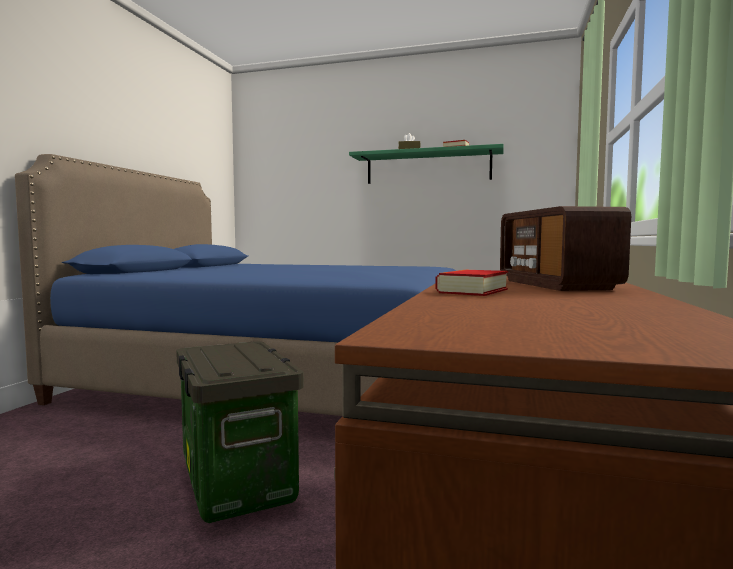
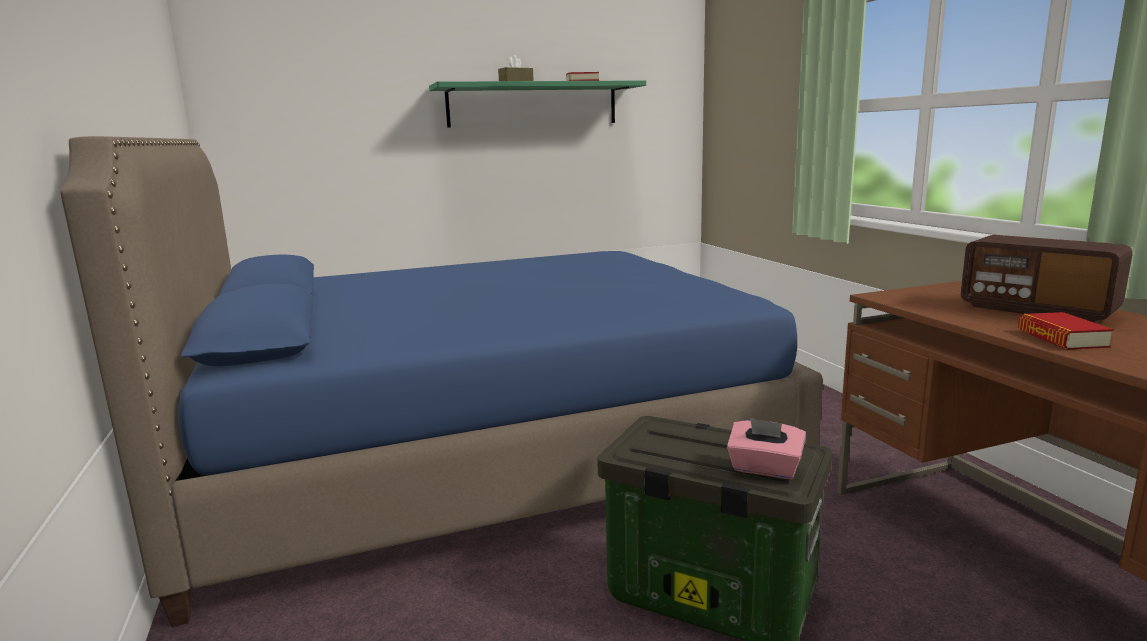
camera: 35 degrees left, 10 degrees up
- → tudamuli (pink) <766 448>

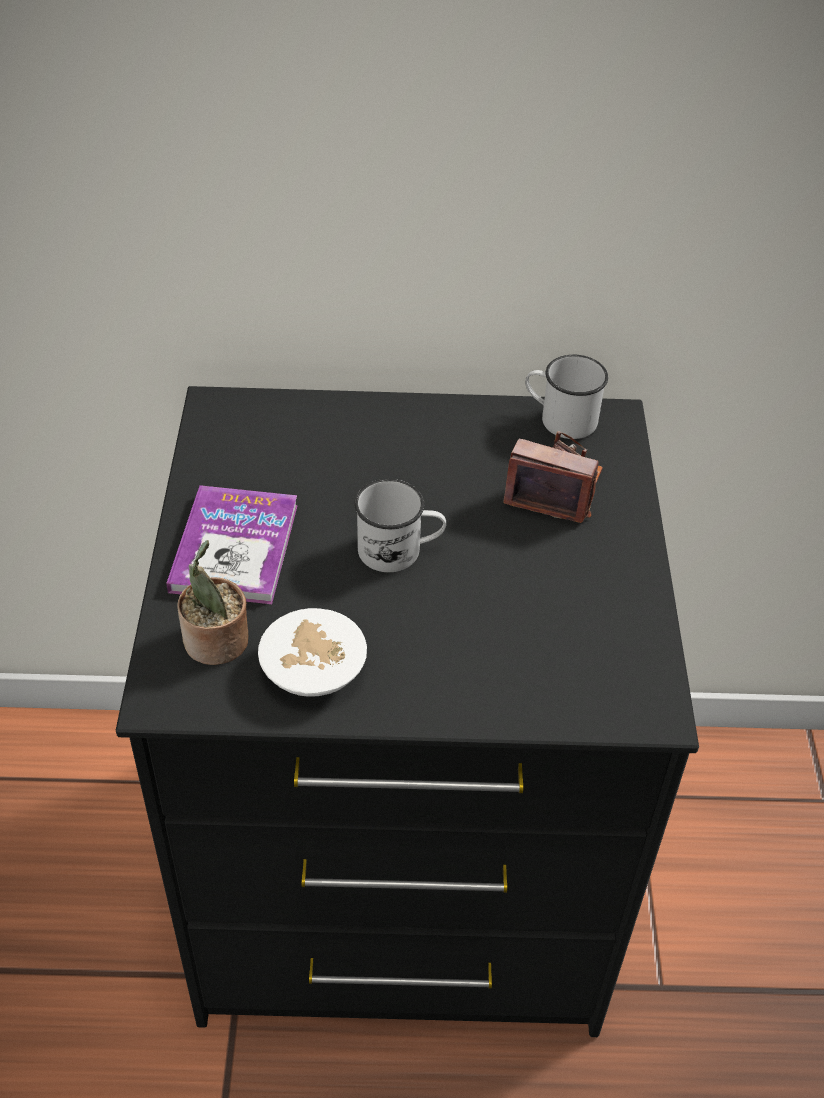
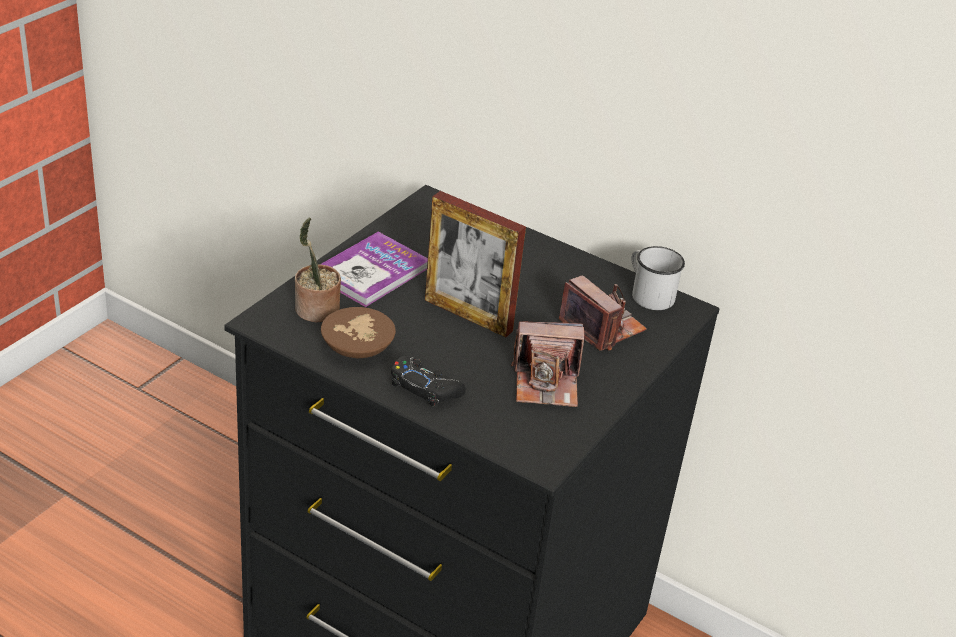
camera: 30 degrees right, 10 degrees down
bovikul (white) <400 525> → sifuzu <475 264>
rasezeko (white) <312 652> → rasezeko (brown) <358 333>
- → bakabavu <547 364>
- → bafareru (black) <428 381>

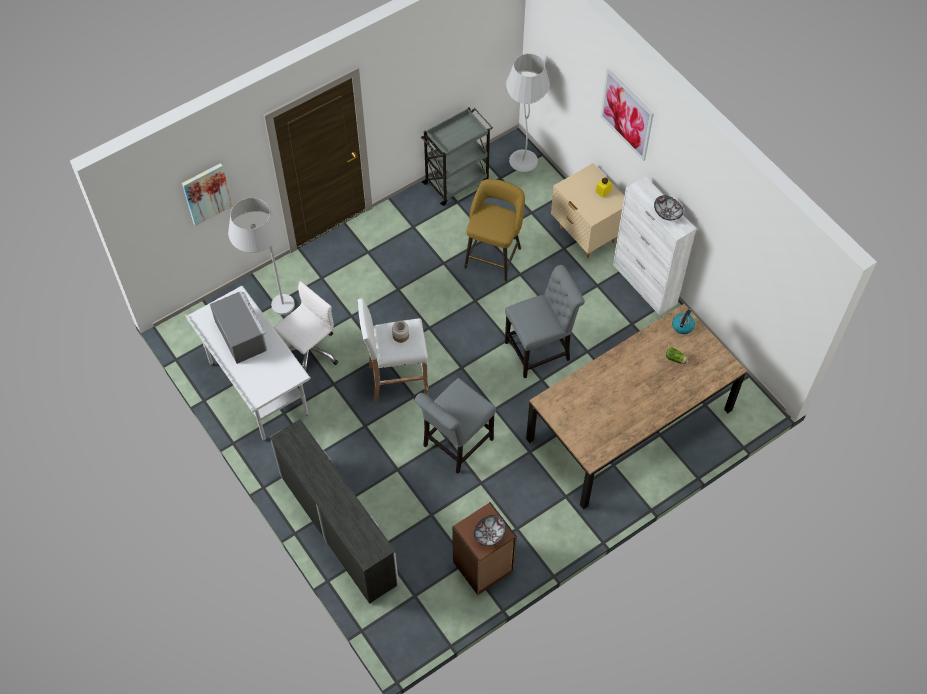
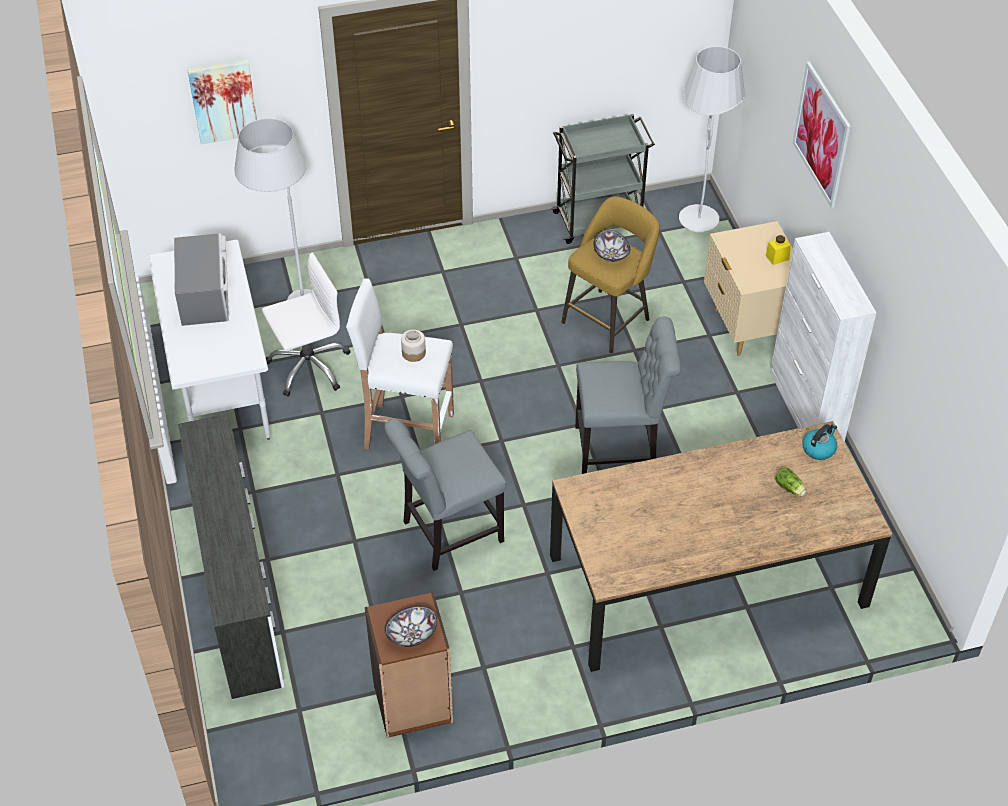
camera: 20 degrees right, 10 degrees down
rasezeko <669 208> → rasezeko <612 246>, move

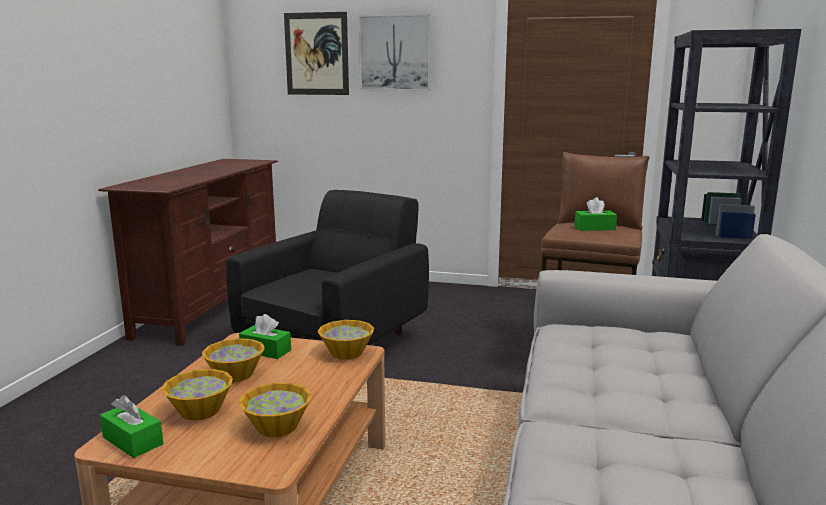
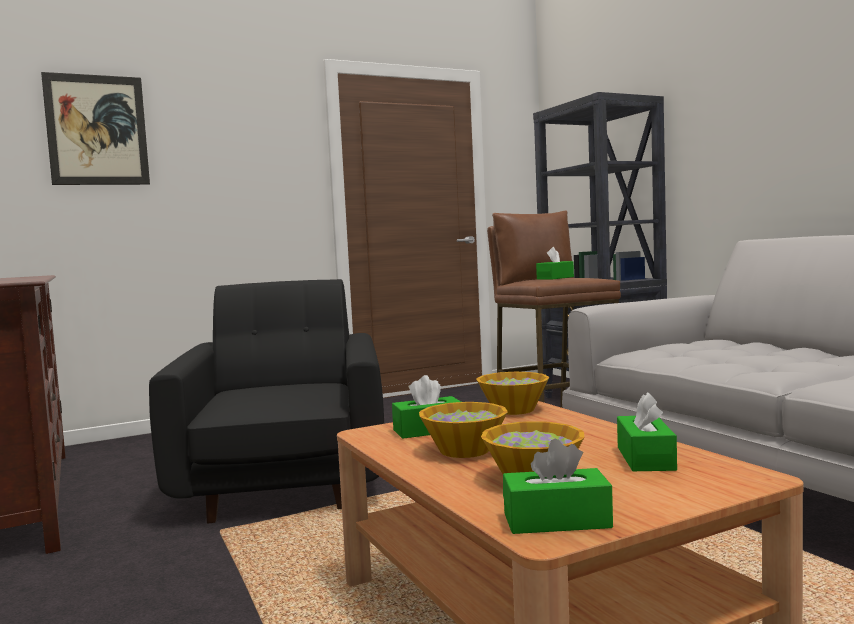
camera: 40 degrees left, 10 degrees down
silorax <395 52> → -
rasezeko <275 410> → tudamuli (green) <647 431>

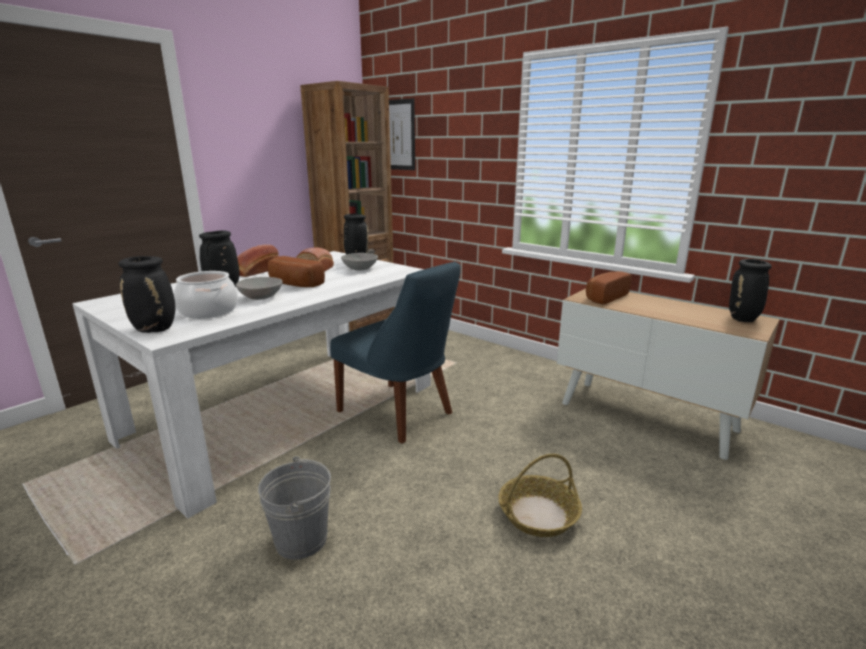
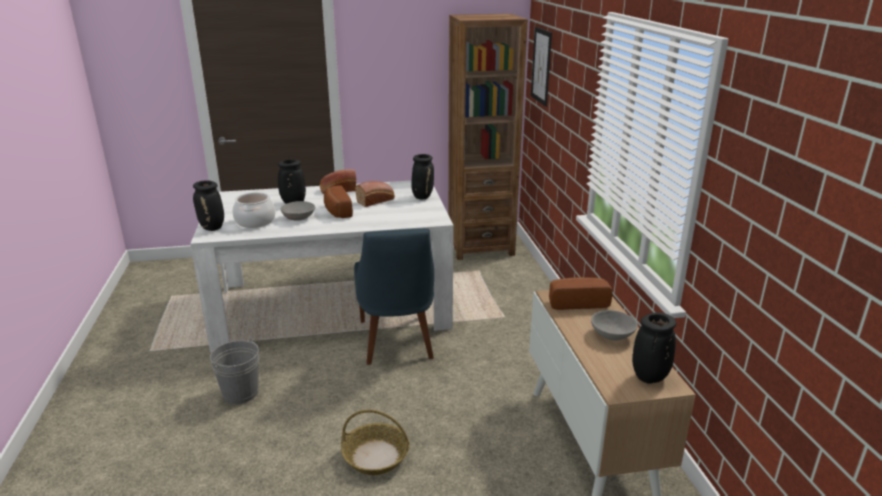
camera: 40 degrees right, 5 degrees up
rasezeko (grey) <359 262> → rasezeko (grey) <614 325>, move

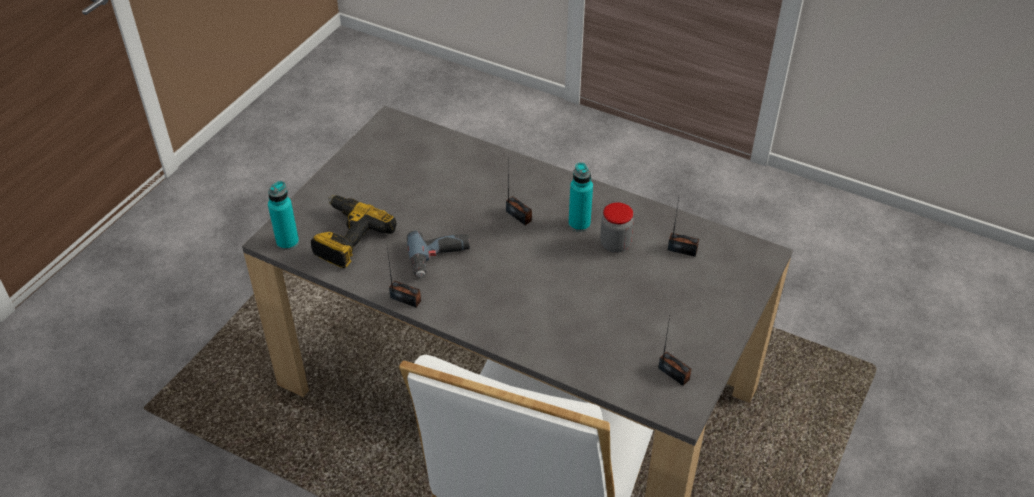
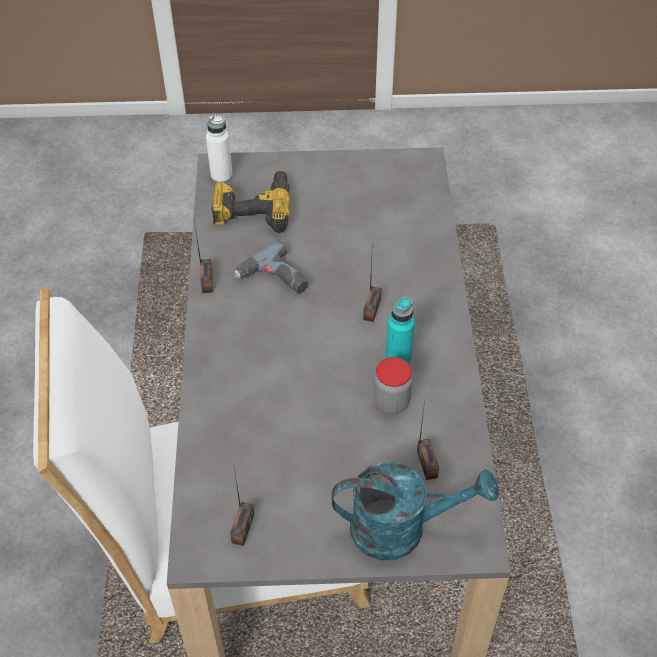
camera: 60 degrees right, 5 degrees up
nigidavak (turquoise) <283 215> → nigidavak (white) <219 149>
- → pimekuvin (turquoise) <415 511>

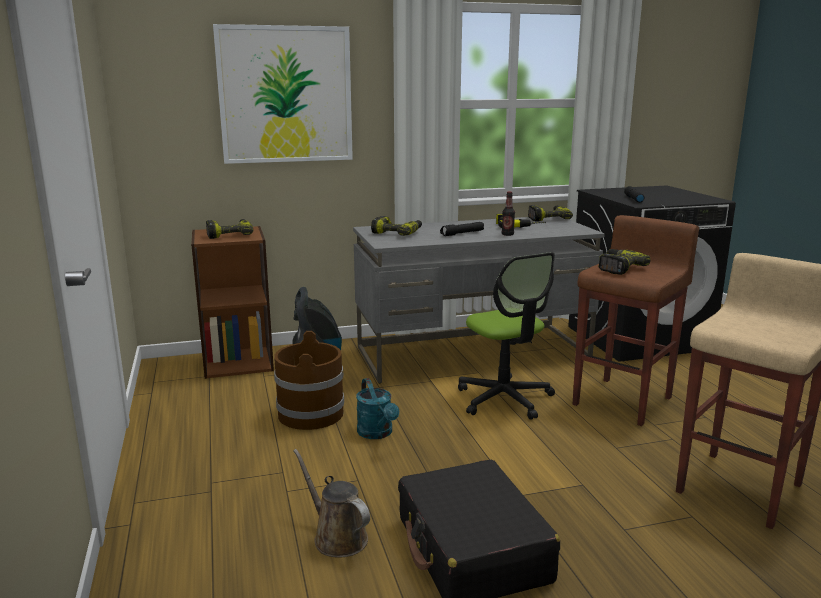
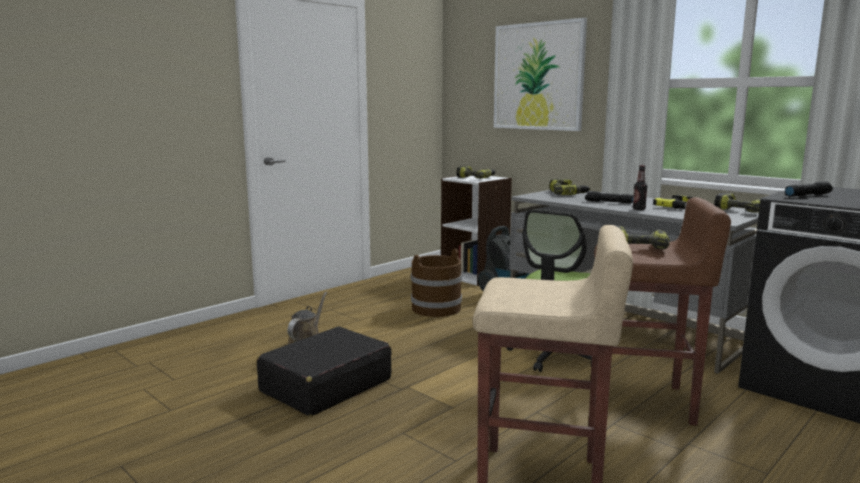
camera: 60 degrees right, 5 degrees down
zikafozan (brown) <232 302> → zikafozan (white) <476 231>
pimekuvin (turquoise) <377 408> → -

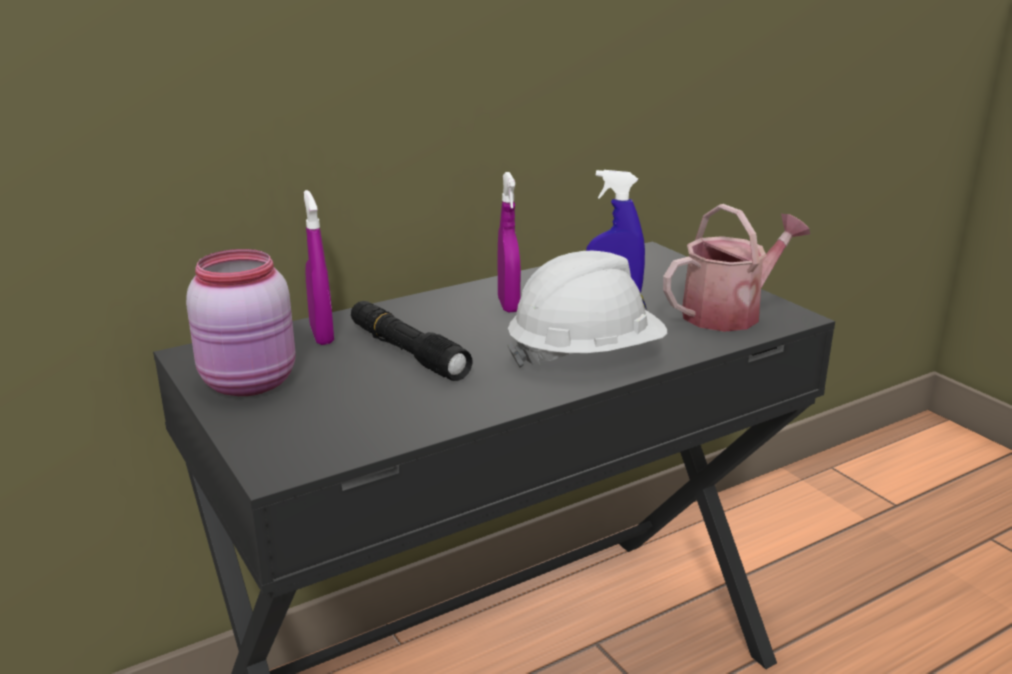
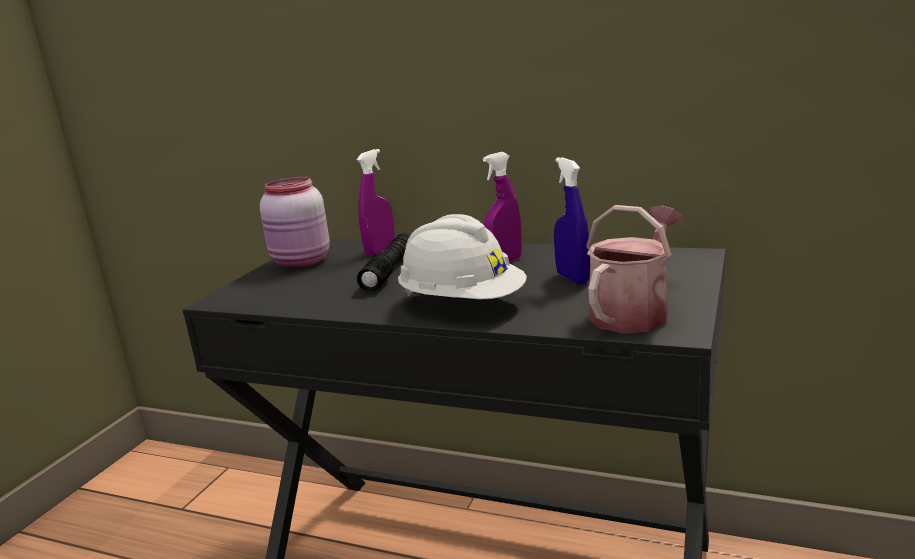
camera: 55 degrees right, 5 degrees down
pimekuvin <736 268> → pimekuvin <634 269>, 75 degrees counterclockwise

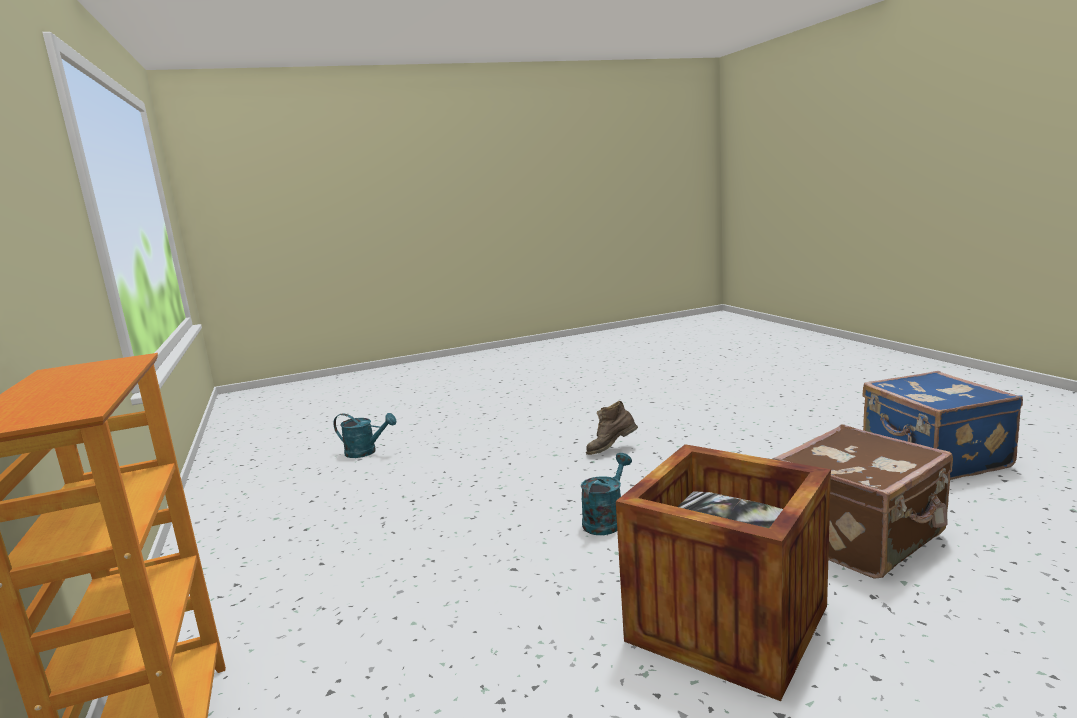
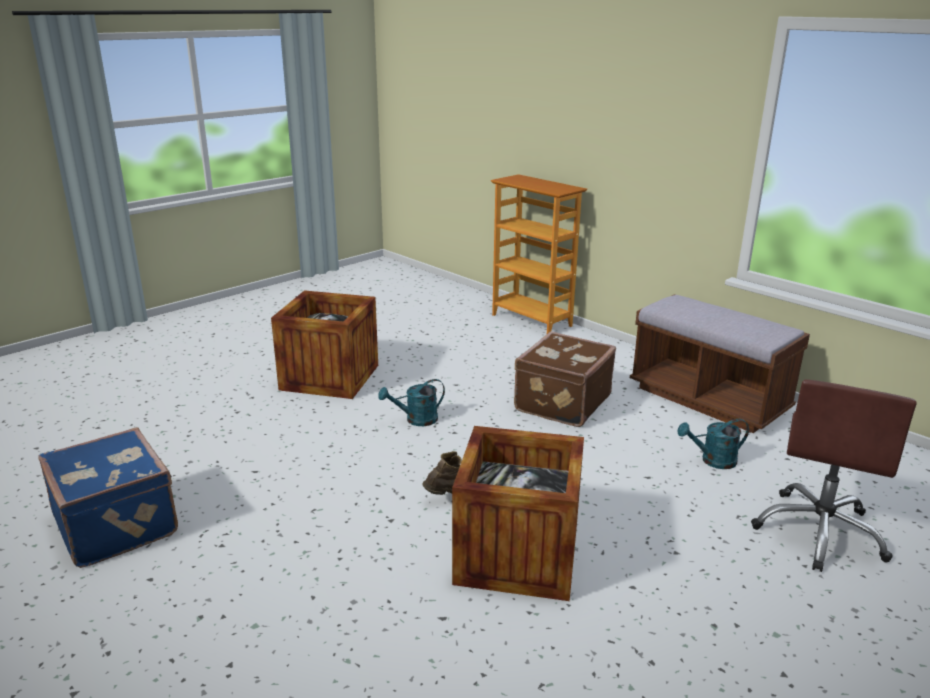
camera: 155 degrees right, 10 degrees up
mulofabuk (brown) <863 501> → mulofabuk (brown) <565 379>, move
pimekuvin (turquoise) <606 494> → pimekuvin (turquoise) <411 402>, 60 degrees clockwise
- → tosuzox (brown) <720 363>
- → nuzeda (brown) <834 475>
- → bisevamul <518 513>

